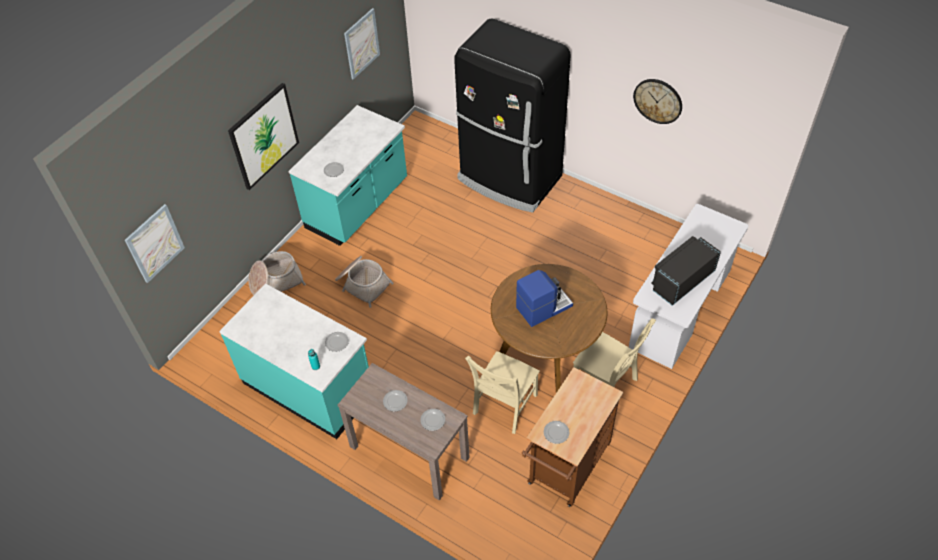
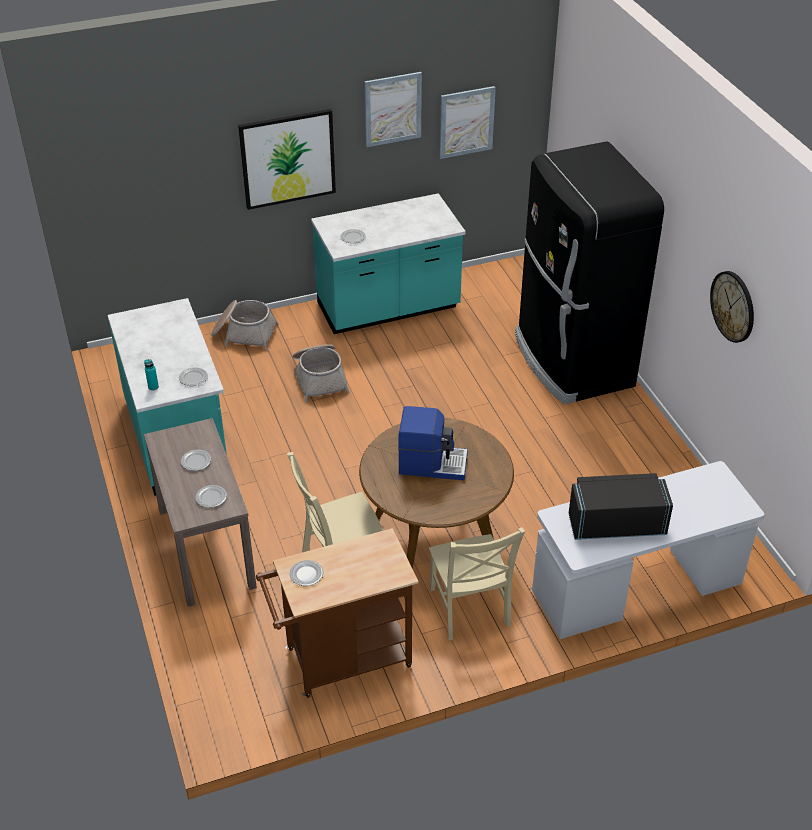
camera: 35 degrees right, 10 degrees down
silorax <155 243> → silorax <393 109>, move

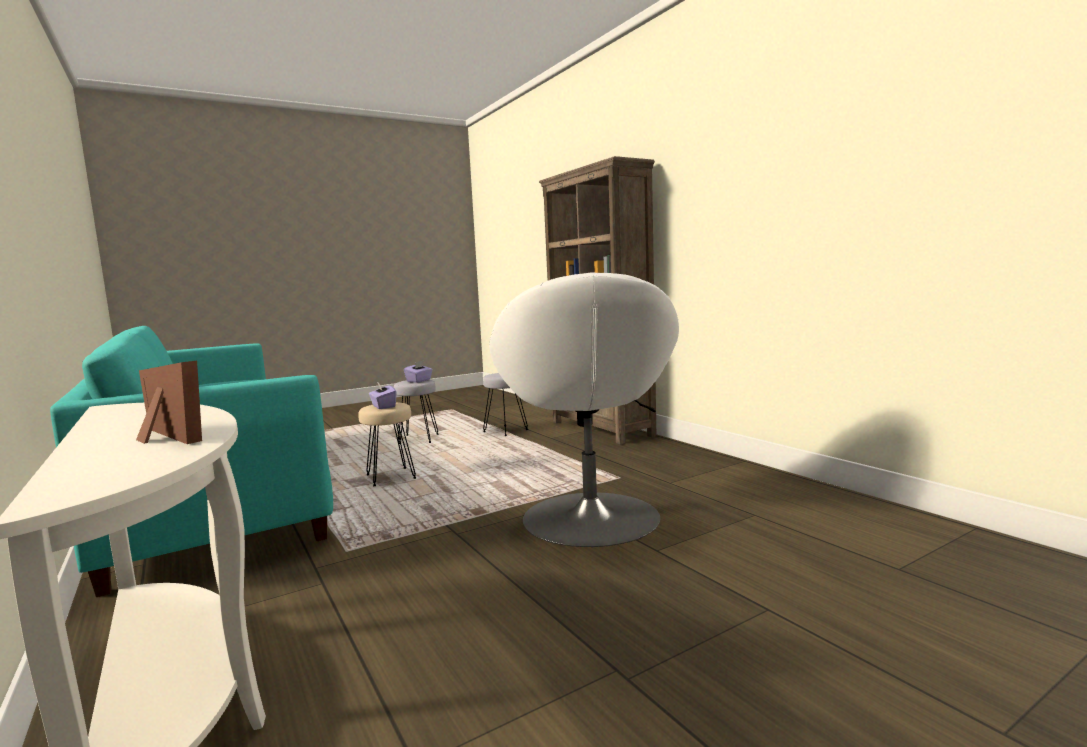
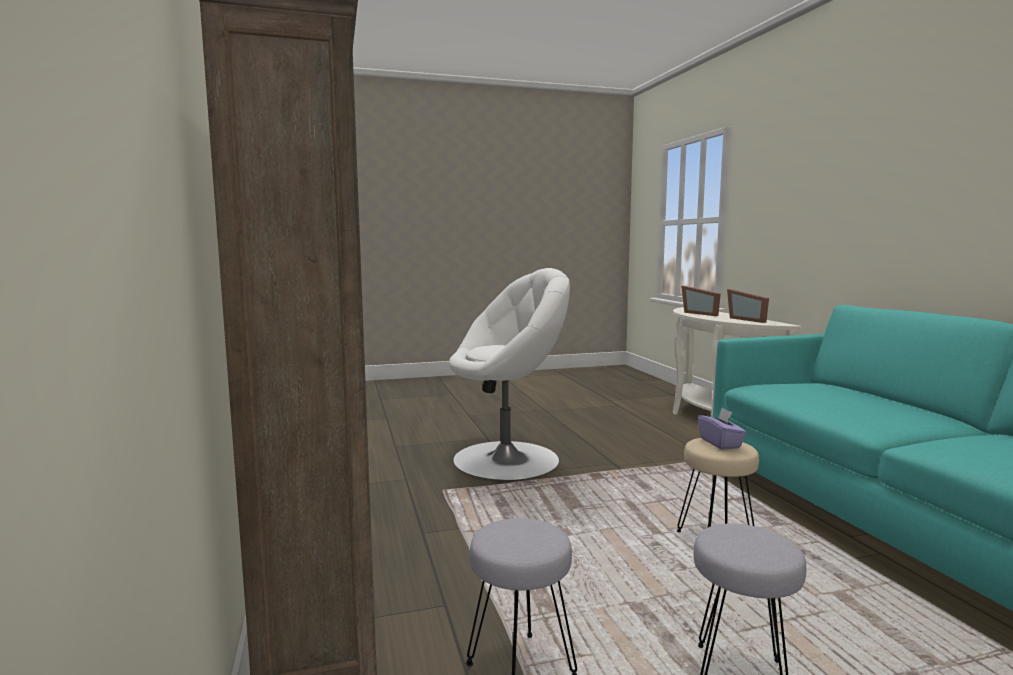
camera: 165 degrees left, 0 degrees up
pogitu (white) <584 409> → pogitu (white) <509 374>, 60 degrees clockwise
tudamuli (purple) <418 371> → -
- → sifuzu <748 306>

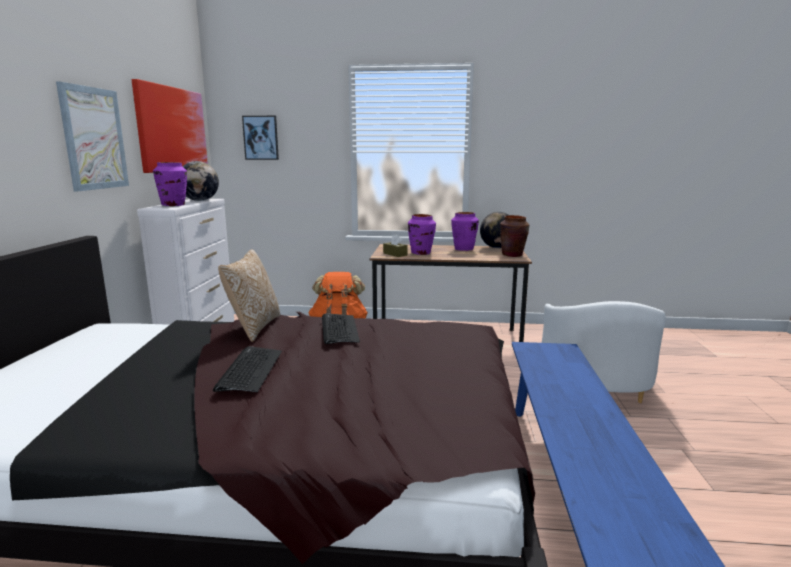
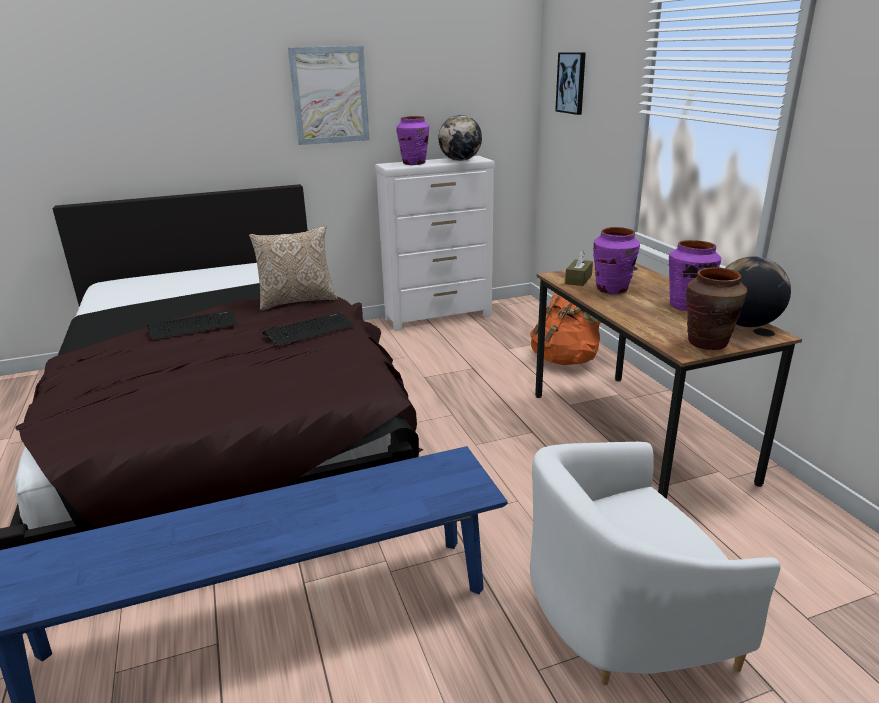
camera: 65 degrees right, 10 degrees up
silorax <169 126> → -

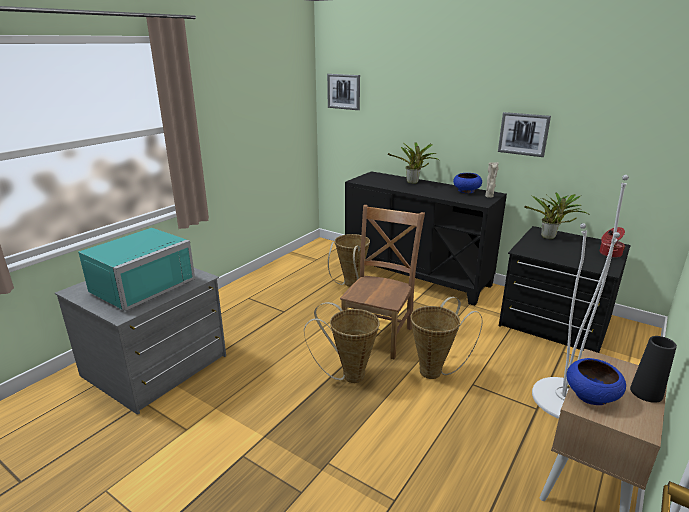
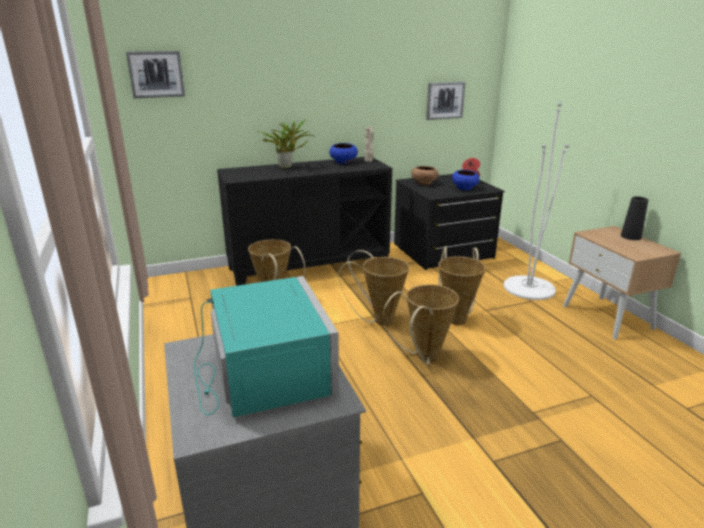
camera: 55 degrees left, 0 degrees up
silorax <524 134> → silorax <446 101>, move
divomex <556 215> → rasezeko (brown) <424 175>
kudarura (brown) <382 282> → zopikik <374 288>
rasezeko (blue) <596 381> → rasezeko (blue) <466 180>, move

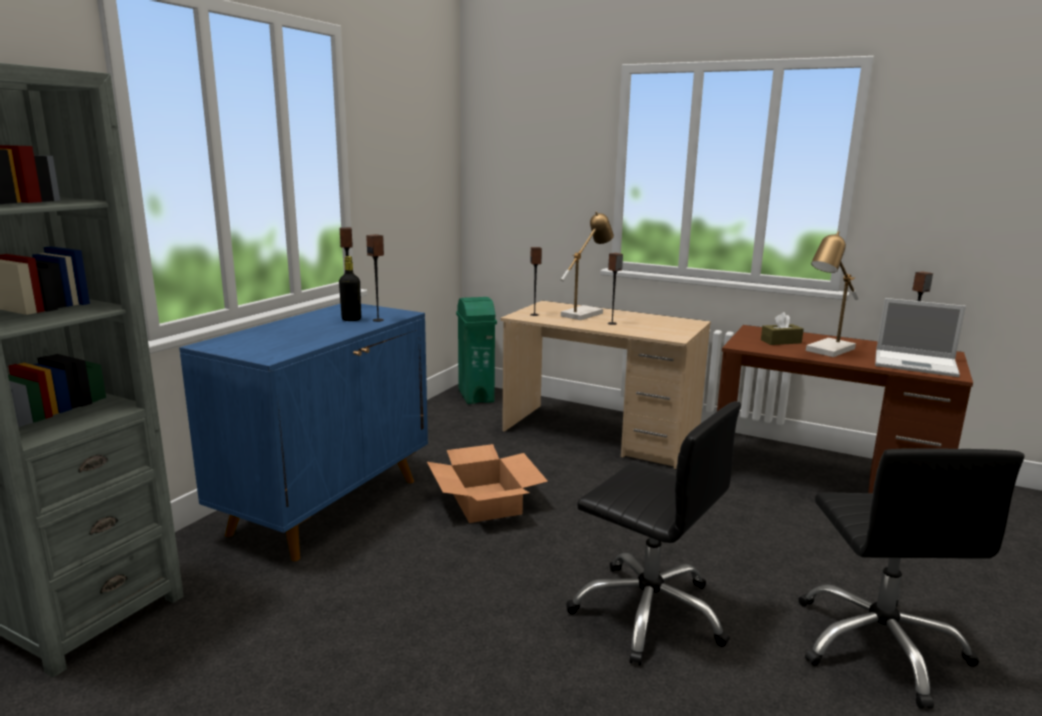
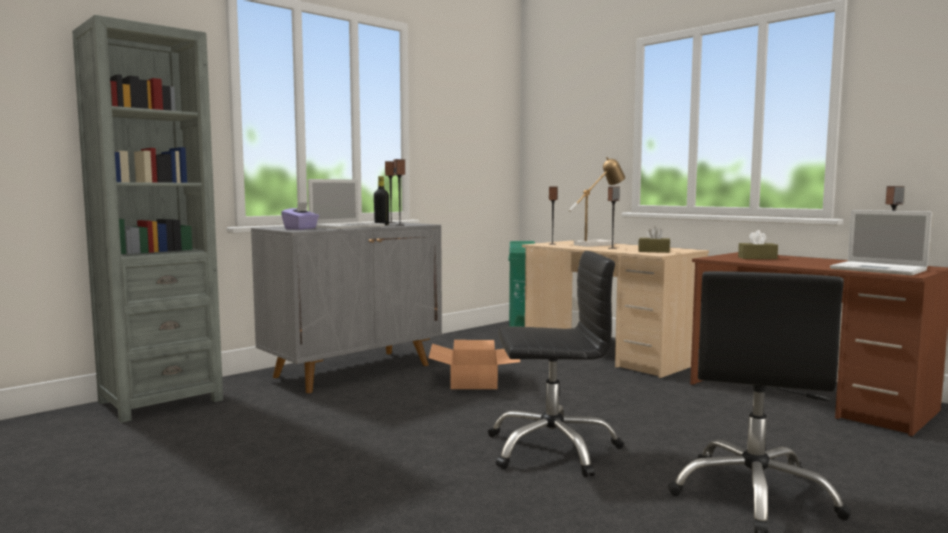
camera: 20 degrees right, 10 degrees down
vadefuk <832 294> → -
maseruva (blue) <303 432> → maseruva (grey) <346 307>
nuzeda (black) <653 533> → nuzeda (black) <556 364>, 60 degrees counterclockwise
- → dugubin <346 204>
- → tudamuli (purple) <300 216>
- → tudamuli (brown) <654 239>

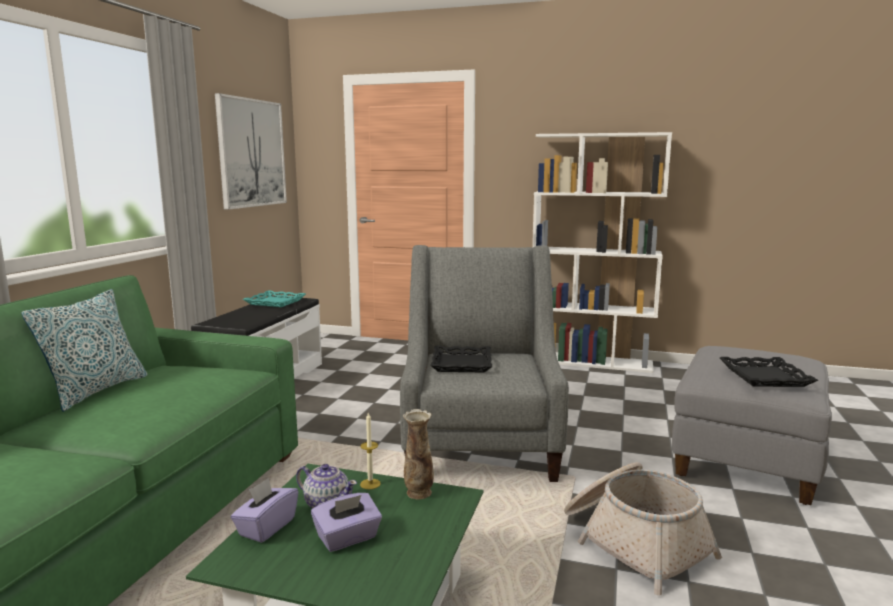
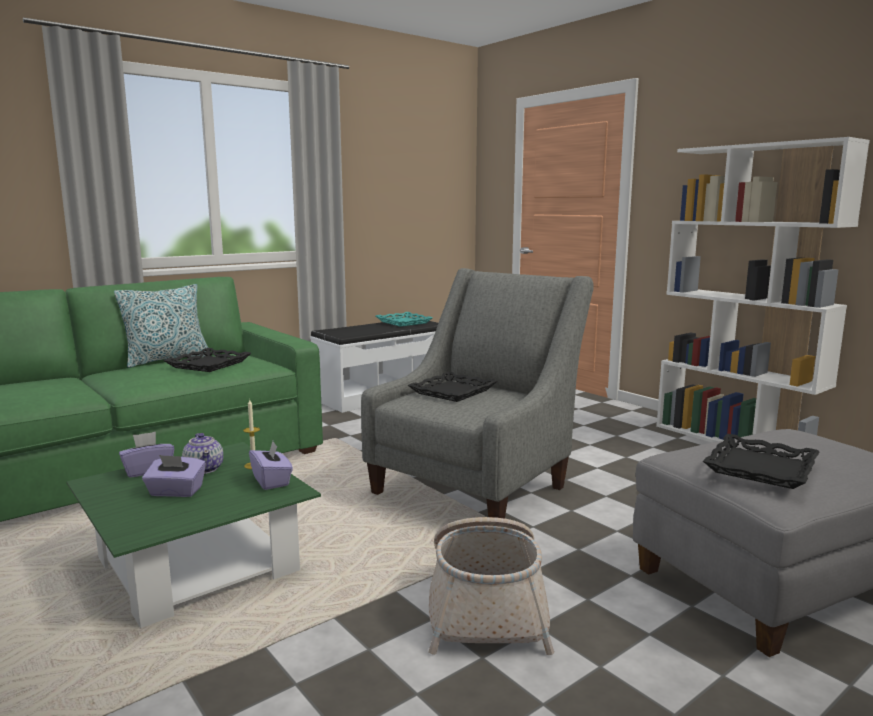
camera: 35 degrees right, 0 degrees up
silorax <251 151> → -
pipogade <418 454> → tudamuli (purple) <271 465>
- → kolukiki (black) <207 360>

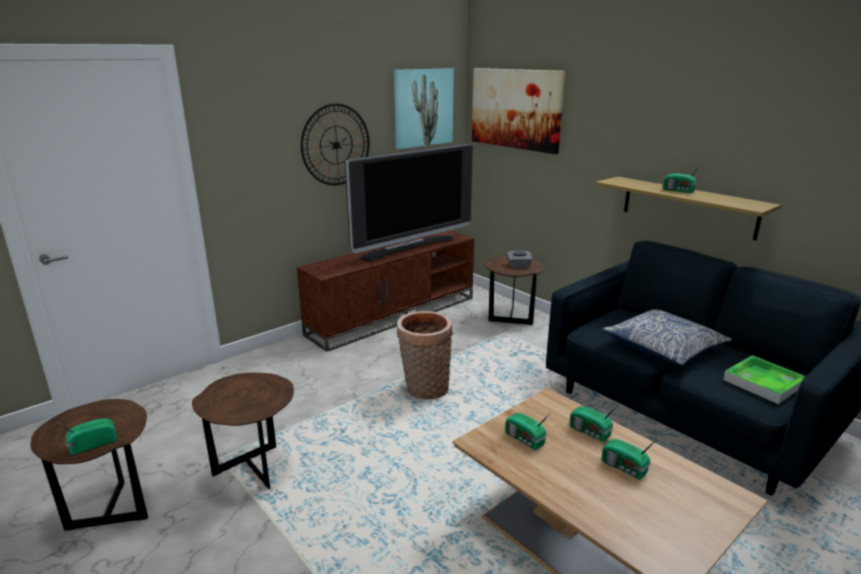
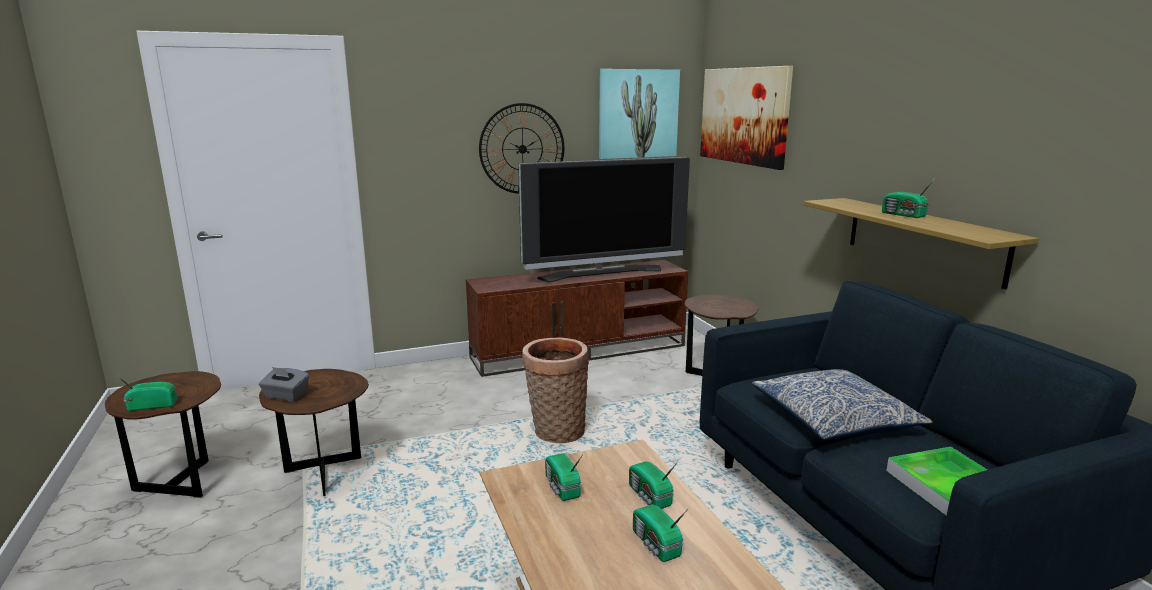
camera: 20 degrees right, 5 degrees down
tudamuli (grey) <520 258> → tudamuli (grey) <284 384>, move

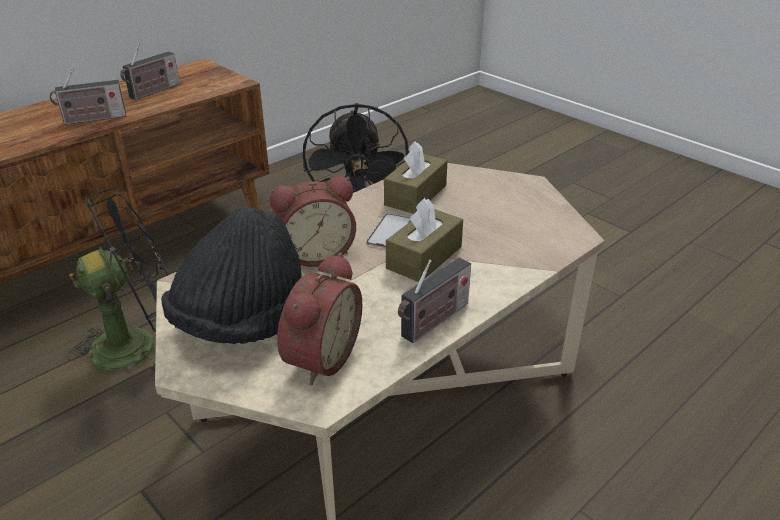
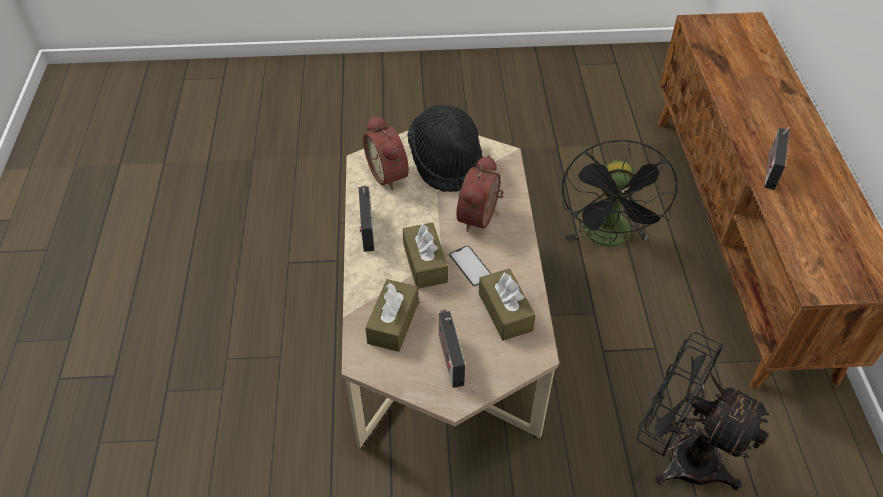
camera: 130 degrees right, 15 degrees up
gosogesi <150 71> → gosogesi <452 349>, move
- → tudamuli (brown) <392 315>

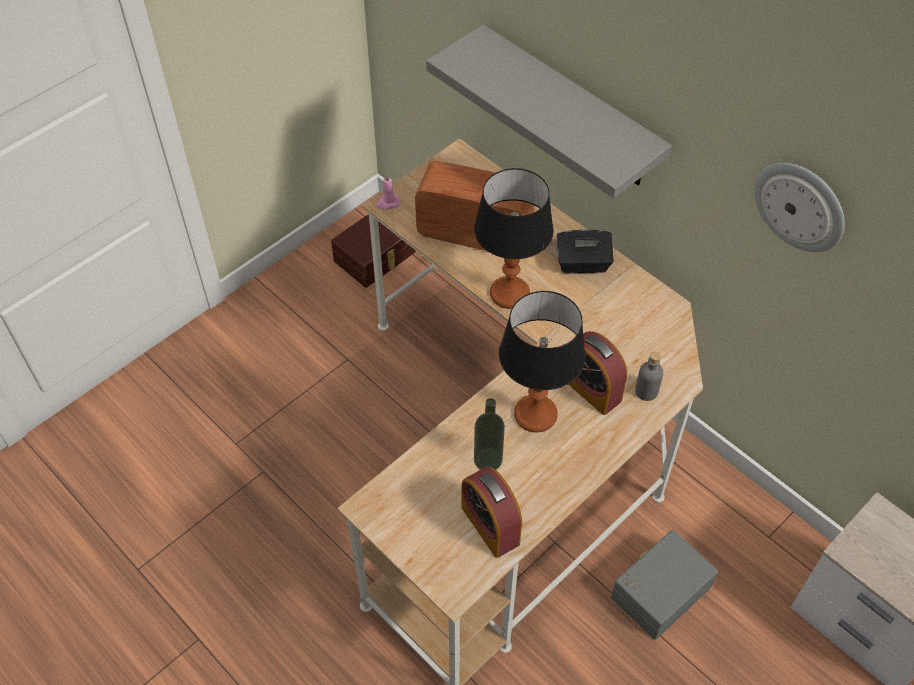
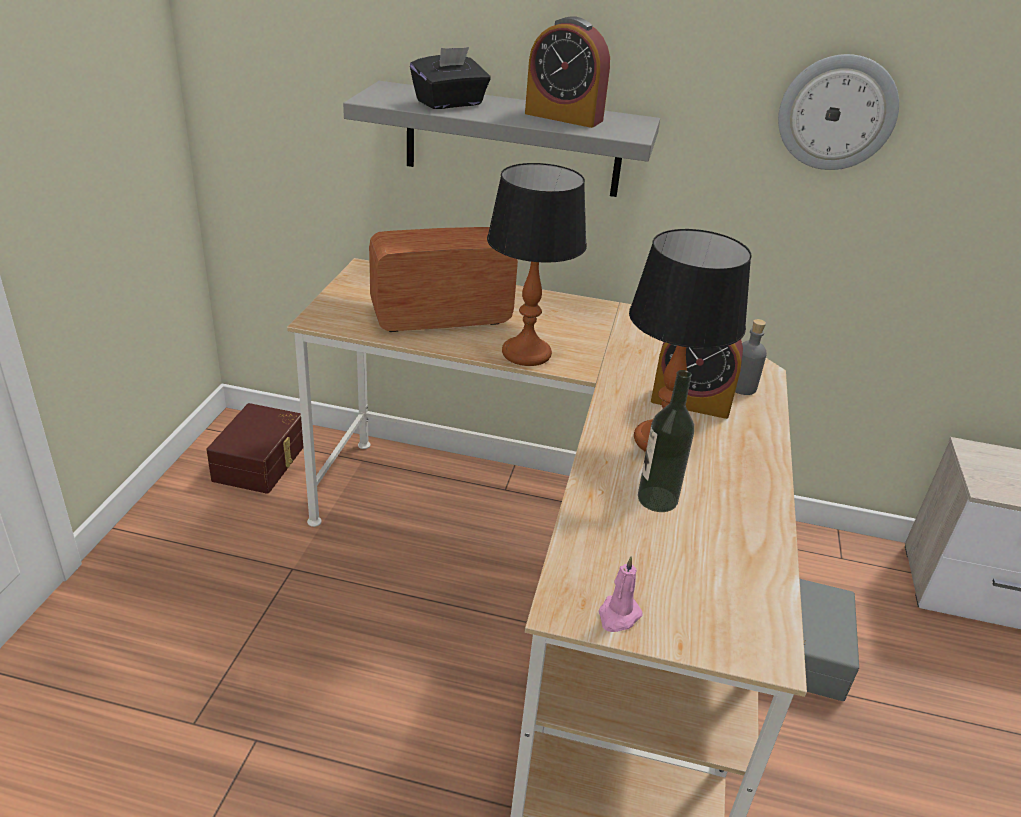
camera: 35 degrees left, 20 degrees down
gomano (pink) <388 192> → gomano (pink) <620 594>, move
tudamuli (black) <585 252> → tudamuli (black) <450 78>, move
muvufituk <491 512> → muvufituk <567 72>, move

